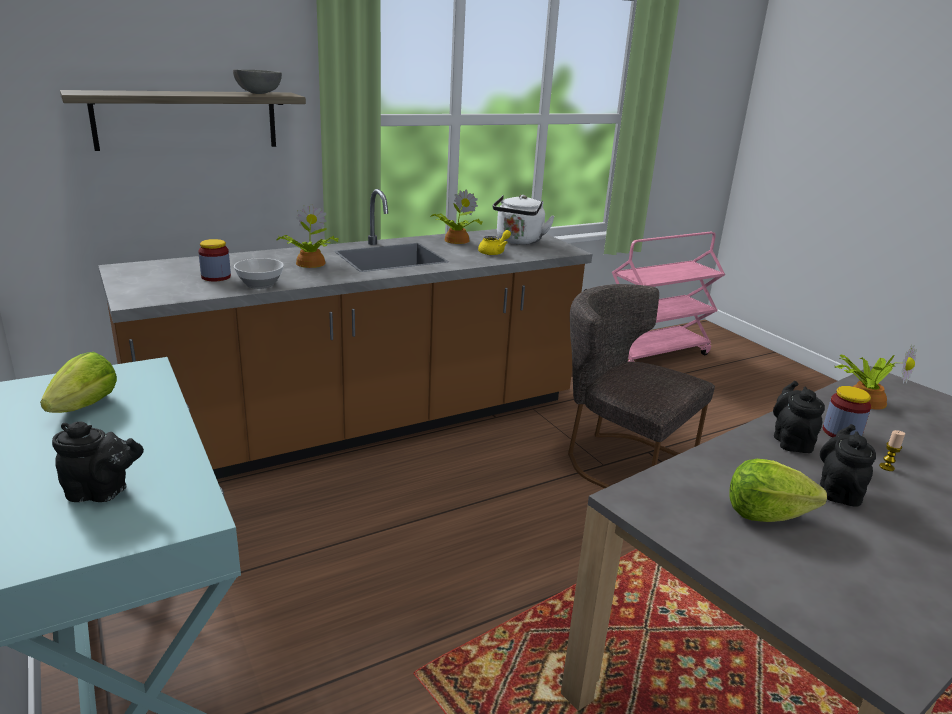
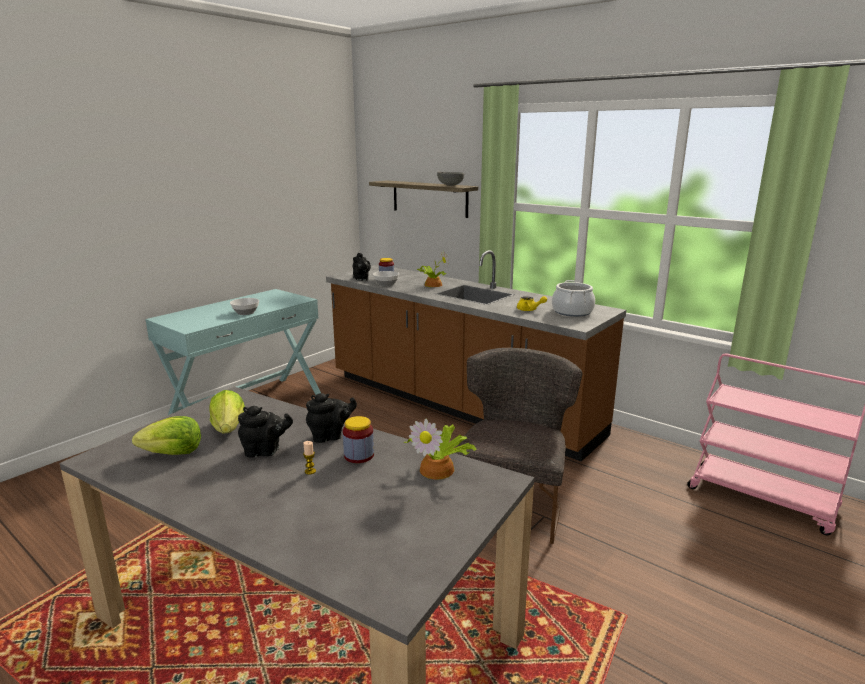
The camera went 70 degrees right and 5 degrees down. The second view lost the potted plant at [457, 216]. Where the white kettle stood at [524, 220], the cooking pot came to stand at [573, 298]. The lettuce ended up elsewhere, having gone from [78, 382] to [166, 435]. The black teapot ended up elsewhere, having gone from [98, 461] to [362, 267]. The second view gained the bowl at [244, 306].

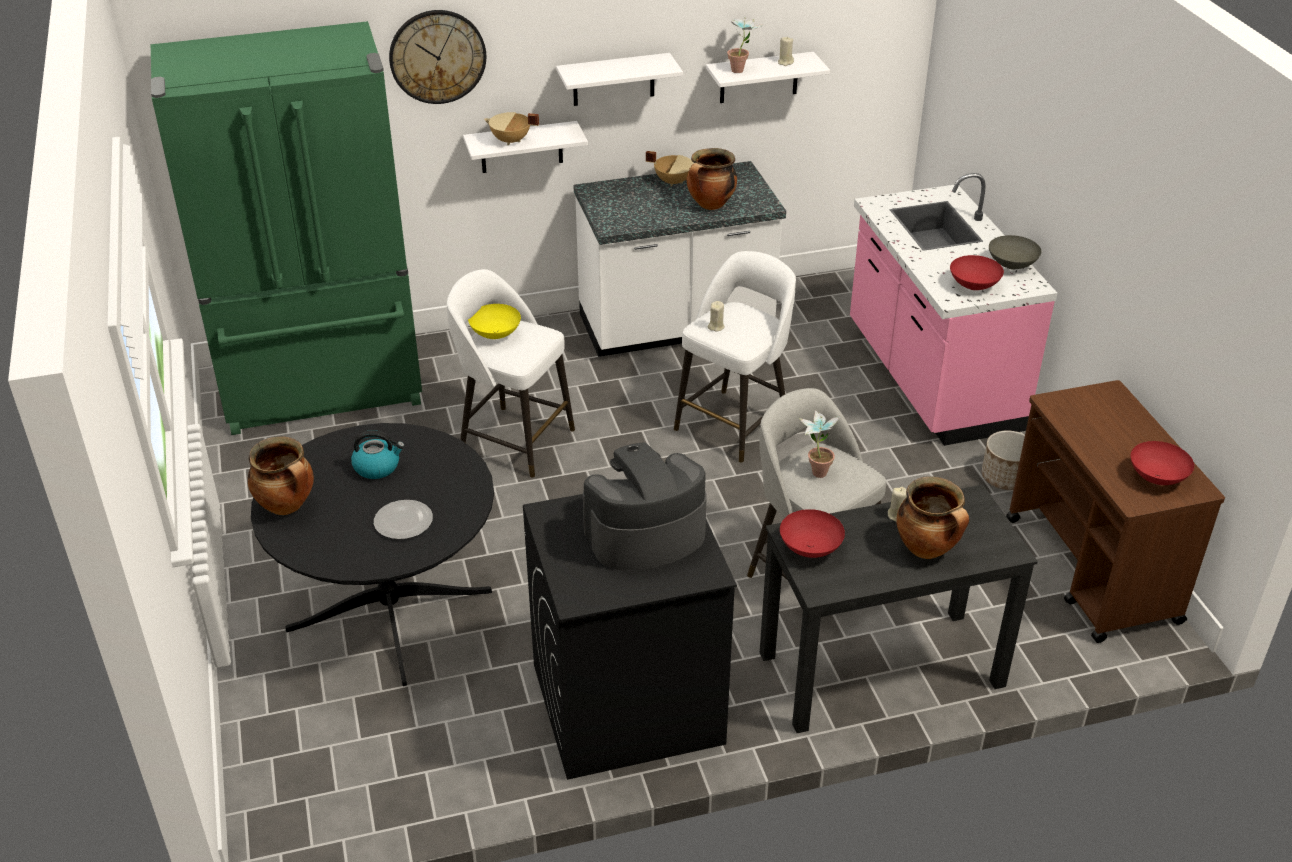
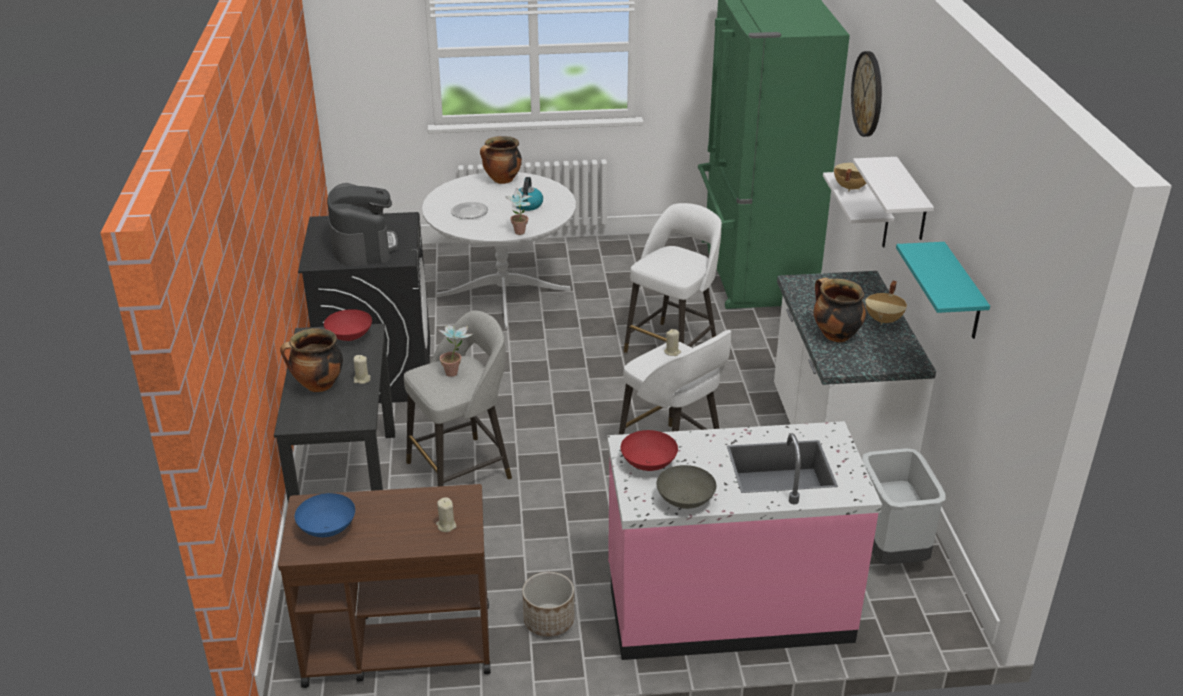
The camera went 100 degrees right and 5 degrees down. The potted plant ended up elsewhere, having gone from [745, 45] to [519, 211]. The beige candle ended up elsewhere, having gone from [786, 51] to [446, 514]. What was the white shelf at [768, 77] turned into the turquoise shelf at [943, 290]. The second view lost the yellow bowl at [494, 321]. What was the black dining table at [372, 554] turned into the white dining table at [499, 250]. What was the red bowl at [1162, 463] turned into the blue bowl at [325, 515]. The second view gained the grey trash can at [904, 506].

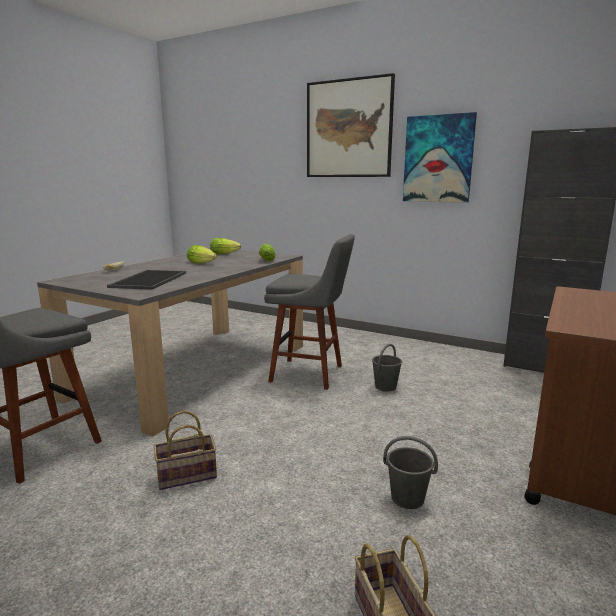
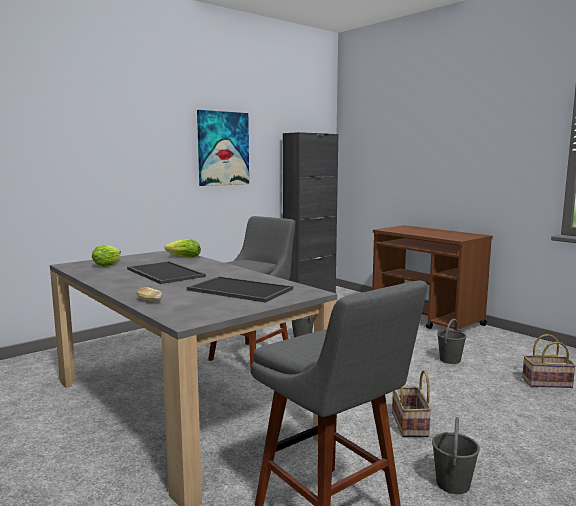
The camera went 70 degrees left and 5 degrees down. The second view lost the picture at [351, 125]. Where the lettuce stood at [202, 254], the tray came to stand at [166, 272]. The second view gained the grey bucket at [456, 455].

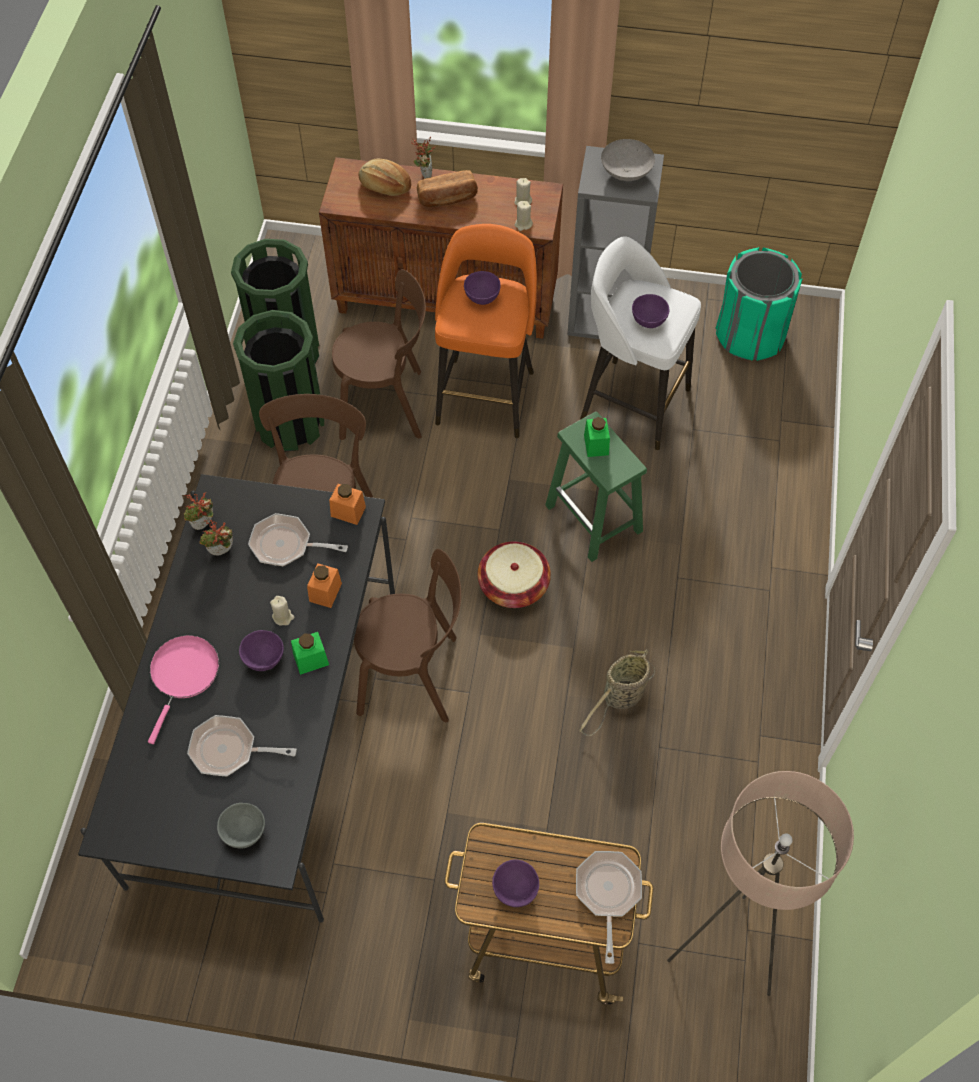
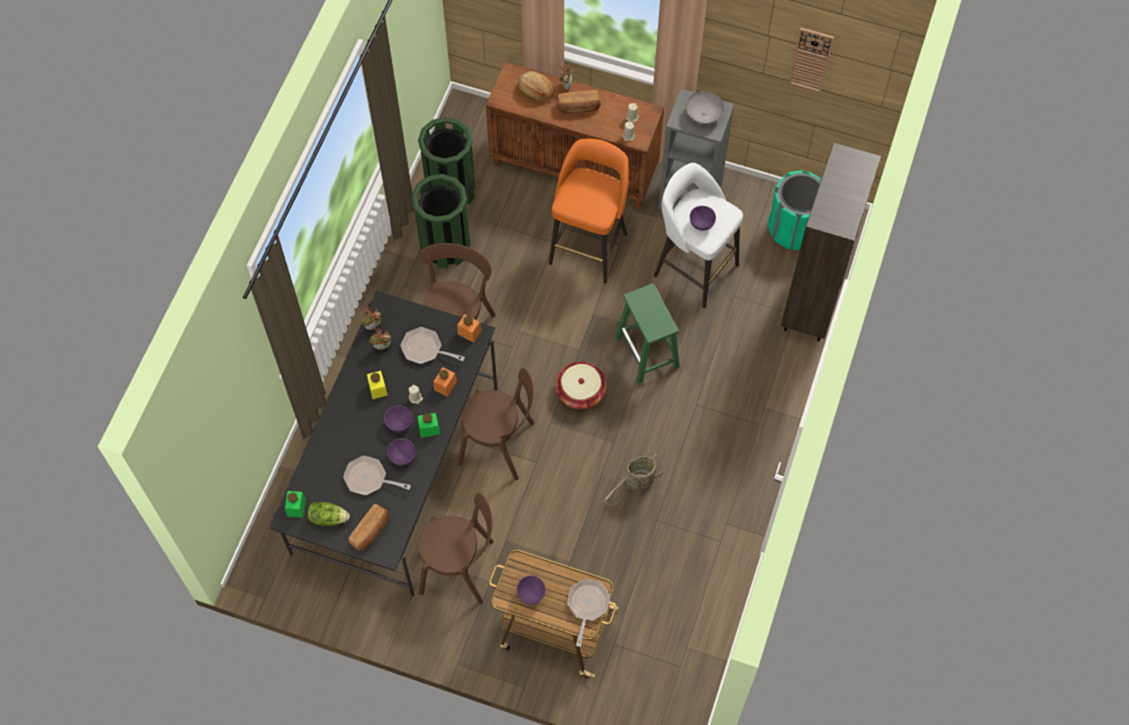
The camera went 10 degrees right and 5 degrees up. The brown chair ended up elsewhere, having gone from [379, 354] to [456, 548]. The purple bowl ended up elsewhere, having gone from [482, 288] to [401, 452]. The green jar ended up elsewhere, having gone from [597, 437] to [295, 504]. The second view lost the pink frying pan at [183, 689]. The second view lost the beige floor lamp at [760, 883]. Where the grey bowl stood at [241, 825], the bread came to stand at [369, 527]. The second view gained the wall clock at [811, 60]. The second view gained the brown bookcase at [831, 242]. The second view gained the yellow jar at [377, 385]. The second view gained the lettuce at [329, 514].

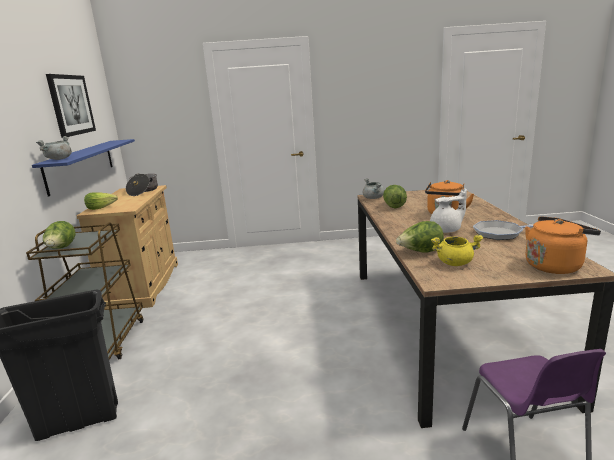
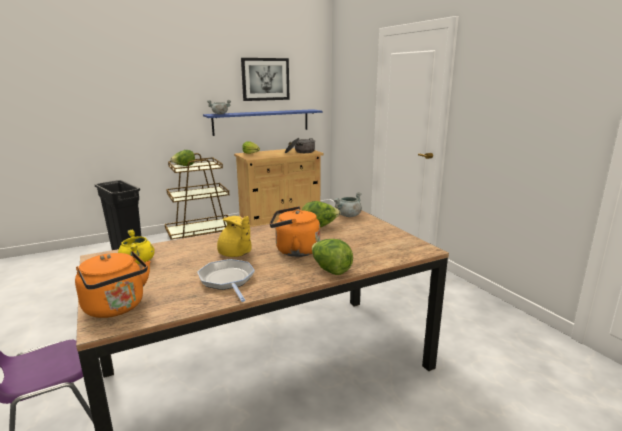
The camera went 65 degrees right and 0 degrees up. What was the white teapot at [448, 210] turned into the yellow teapot at [234, 236]. The lettuce ended up elsewhere, having gone from [420, 237] to [332, 257].

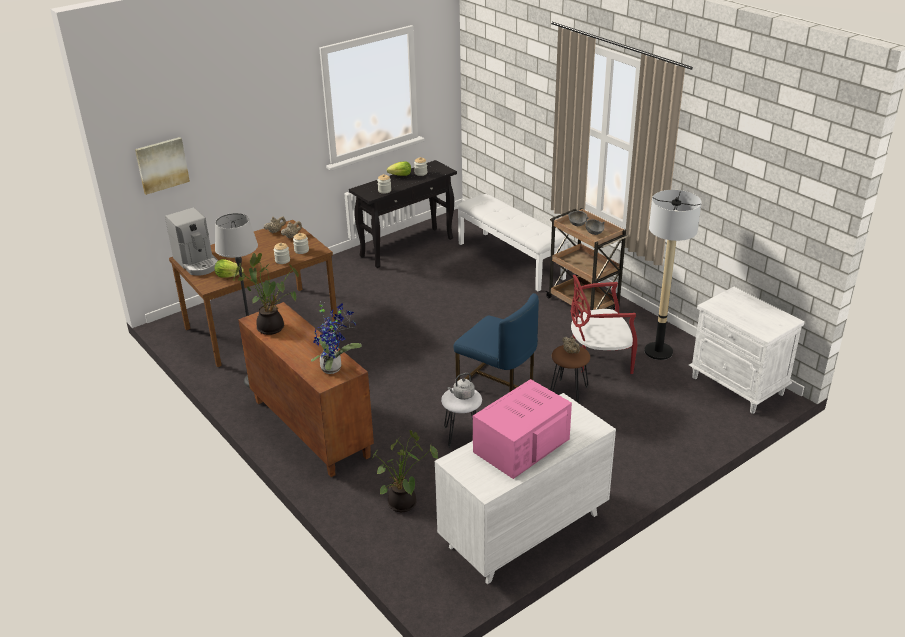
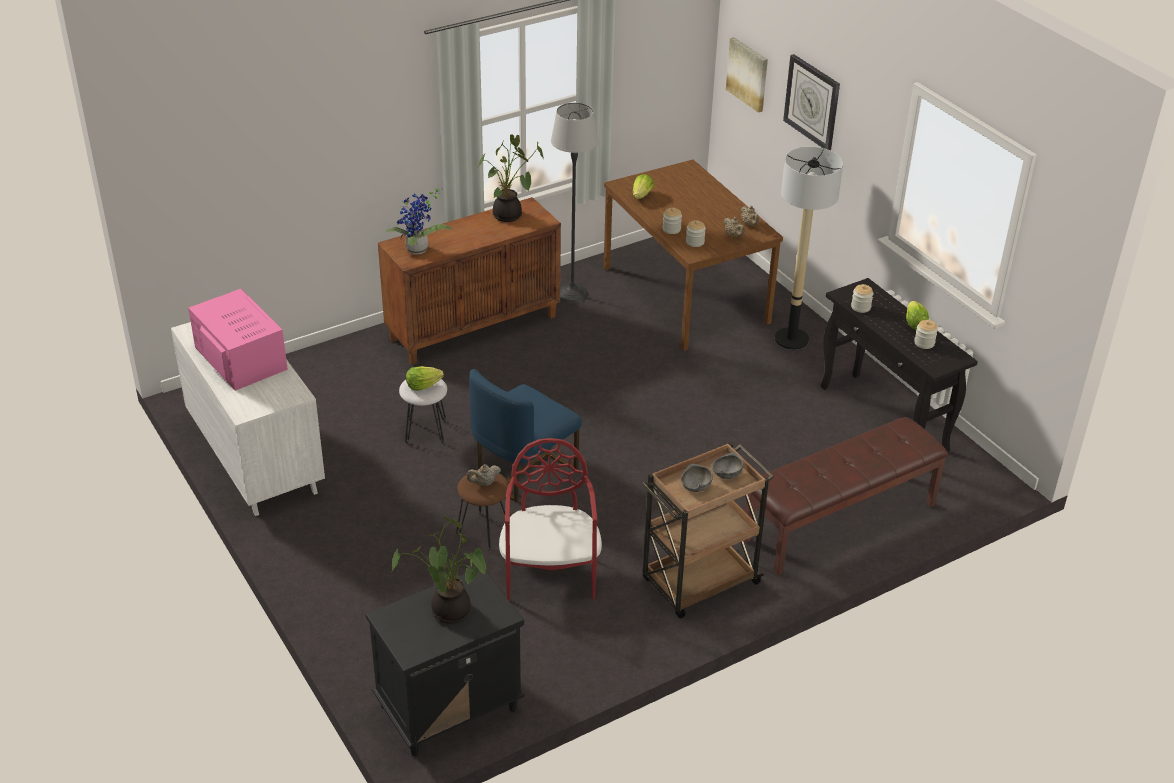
The camera went 95 degrees right and 5 degrees up. The floor lamp ended up elsewhere, having gone from [673, 275] to [809, 248]. What was the white bench at [513, 242] turned into the brown bench at [846, 496]. The second view lost the coffee machine at [192, 241]. What was the white nightstand at [746, 350] turned into the black nightstand at [445, 663]. Where the grey kettle stood at [461, 386], the lettuce came to stand at [425, 378]. The potted plant ended up elsewhere, having gone from [404, 471] to [439, 570]. The second view gained the wall clock at [811, 102].

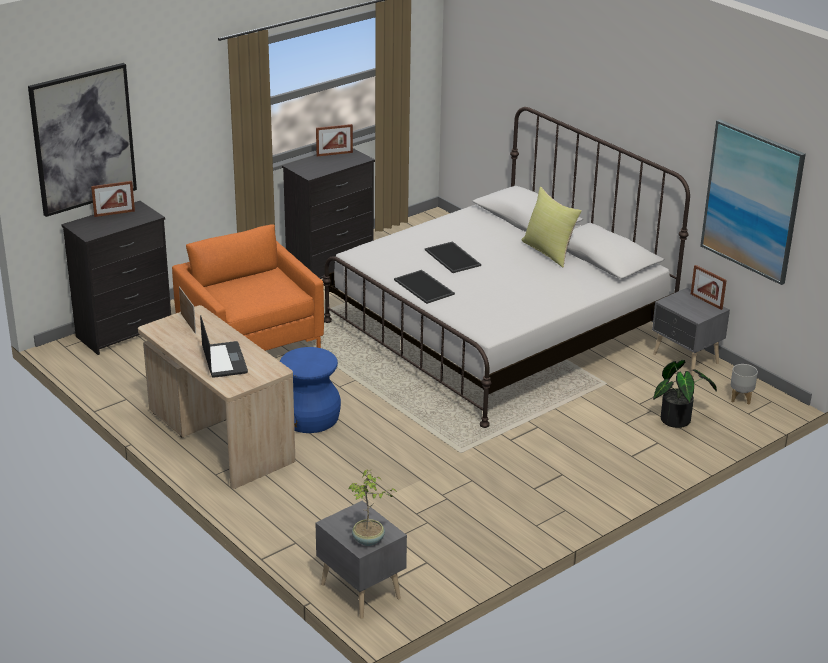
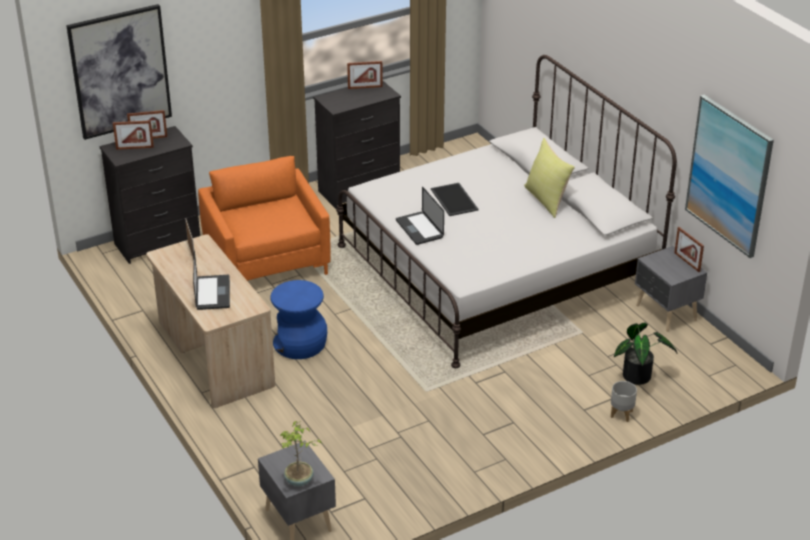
The camera went 10 degrees right and 5 degrees up. Where the tray stood at [424, 287], the laptop came to stand at [420, 216]. The grey planter ended up elsewhere, having gone from [744, 384] to [624, 401]. The second view gained the picture frame at [133, 135].

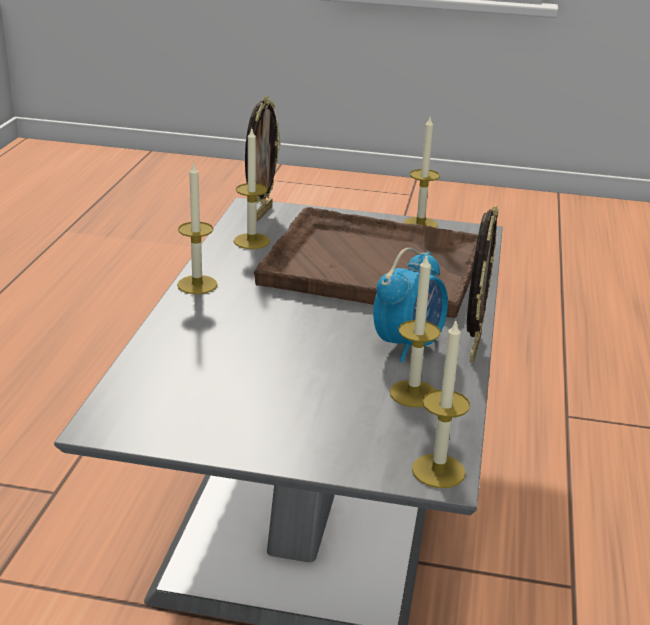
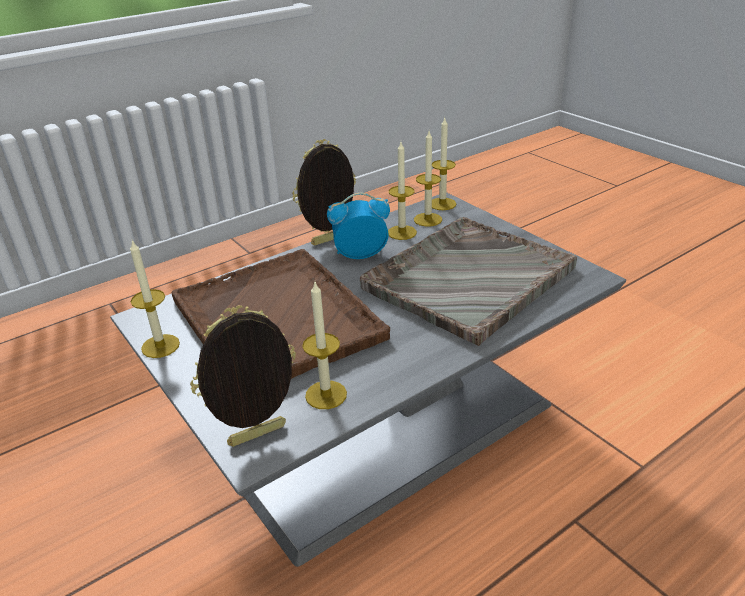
The camera went 135 degrees left and 5 degrees up. The candle ended up elsewhere, having gone from [197, 227] to [428, 178]. The second view gained the grey tray at [468, 281].

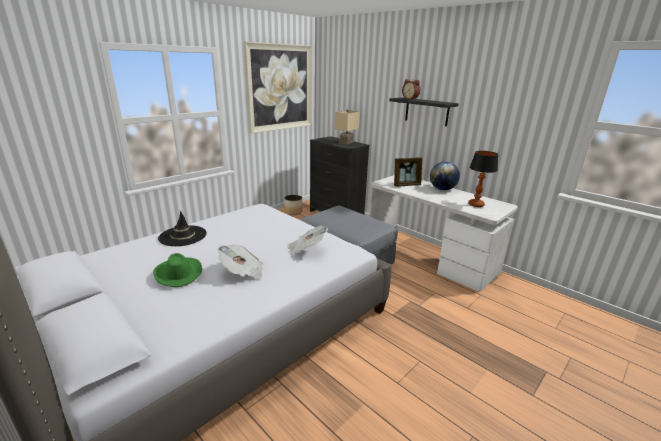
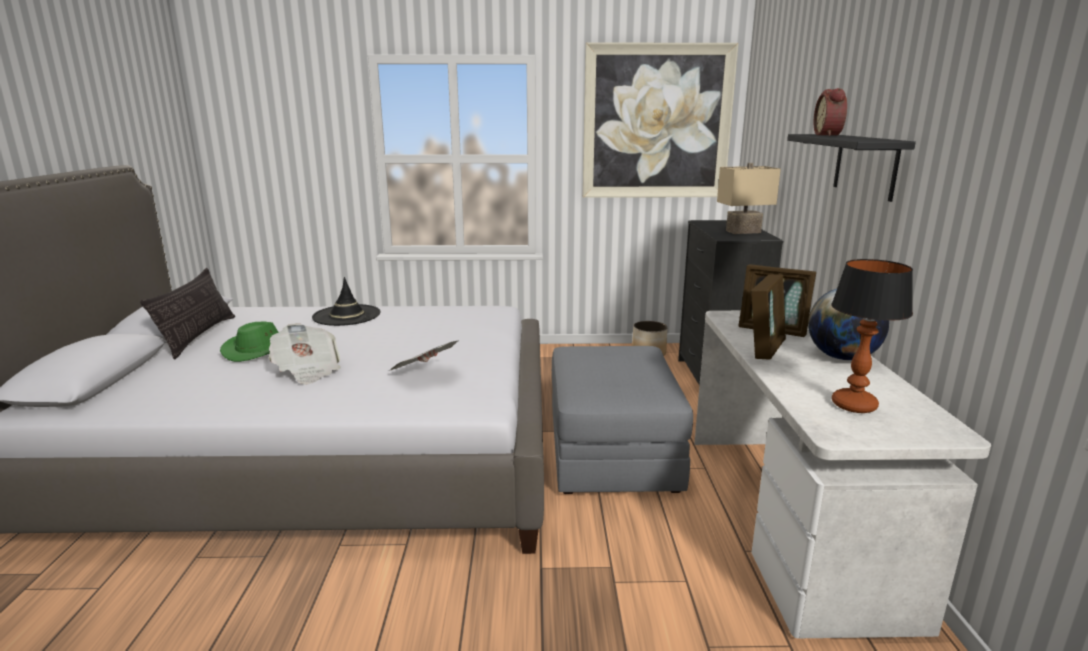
The camera went 45 degrees right and 5 degrees down. The second view gained the pillow at [187, 313]. The second view gained the picture frame at [768, 317].

